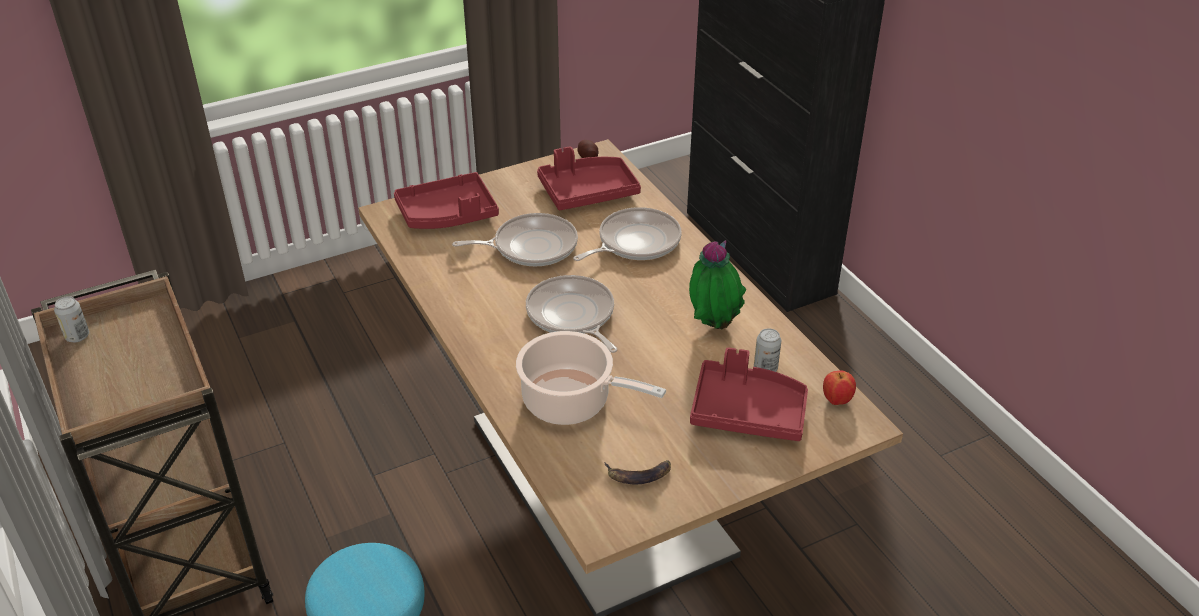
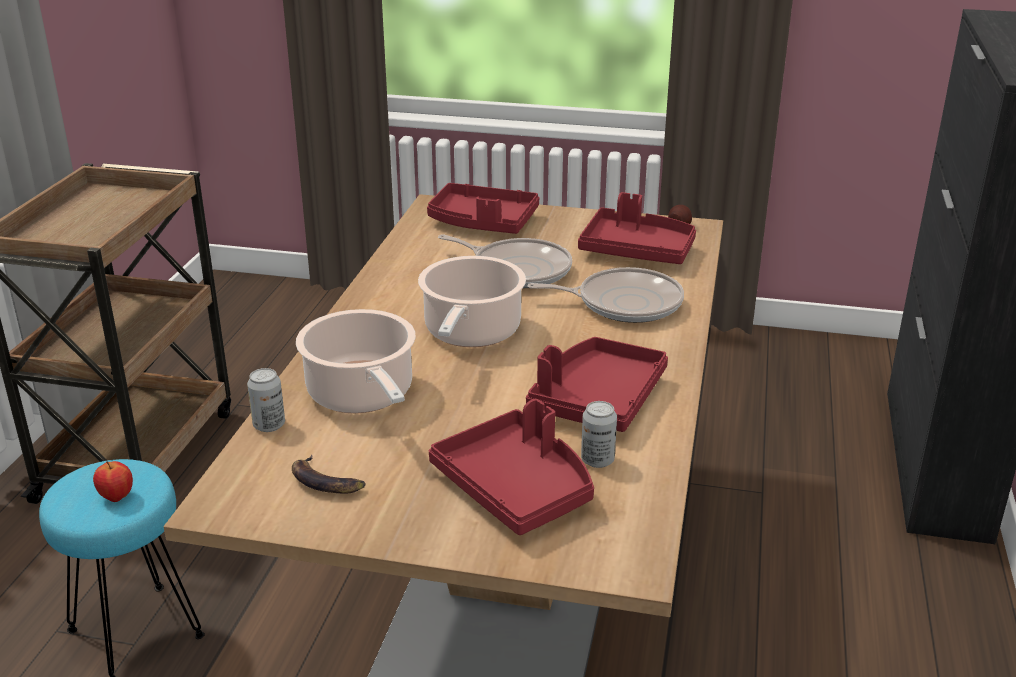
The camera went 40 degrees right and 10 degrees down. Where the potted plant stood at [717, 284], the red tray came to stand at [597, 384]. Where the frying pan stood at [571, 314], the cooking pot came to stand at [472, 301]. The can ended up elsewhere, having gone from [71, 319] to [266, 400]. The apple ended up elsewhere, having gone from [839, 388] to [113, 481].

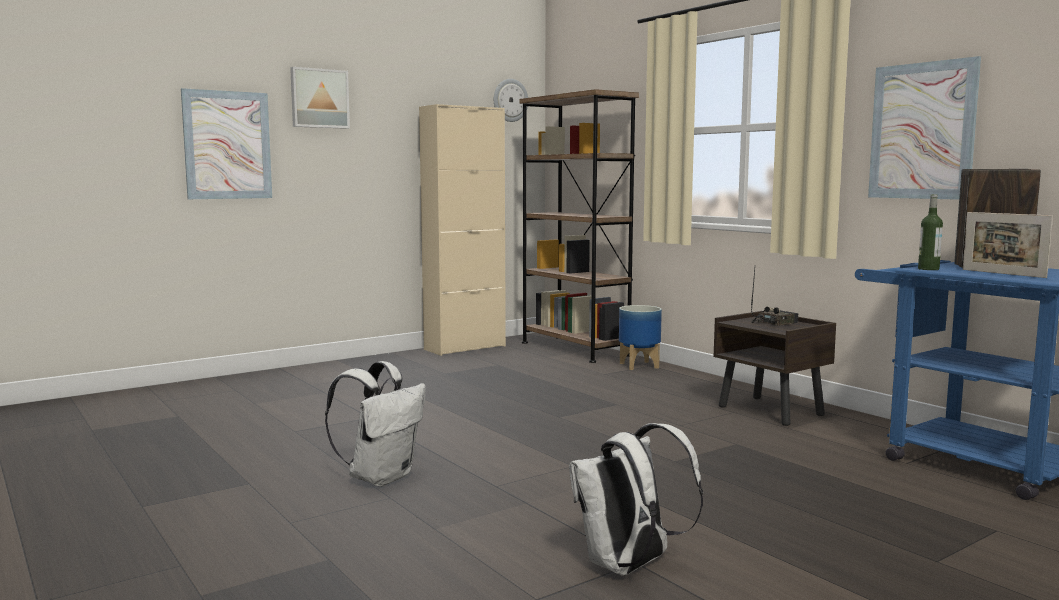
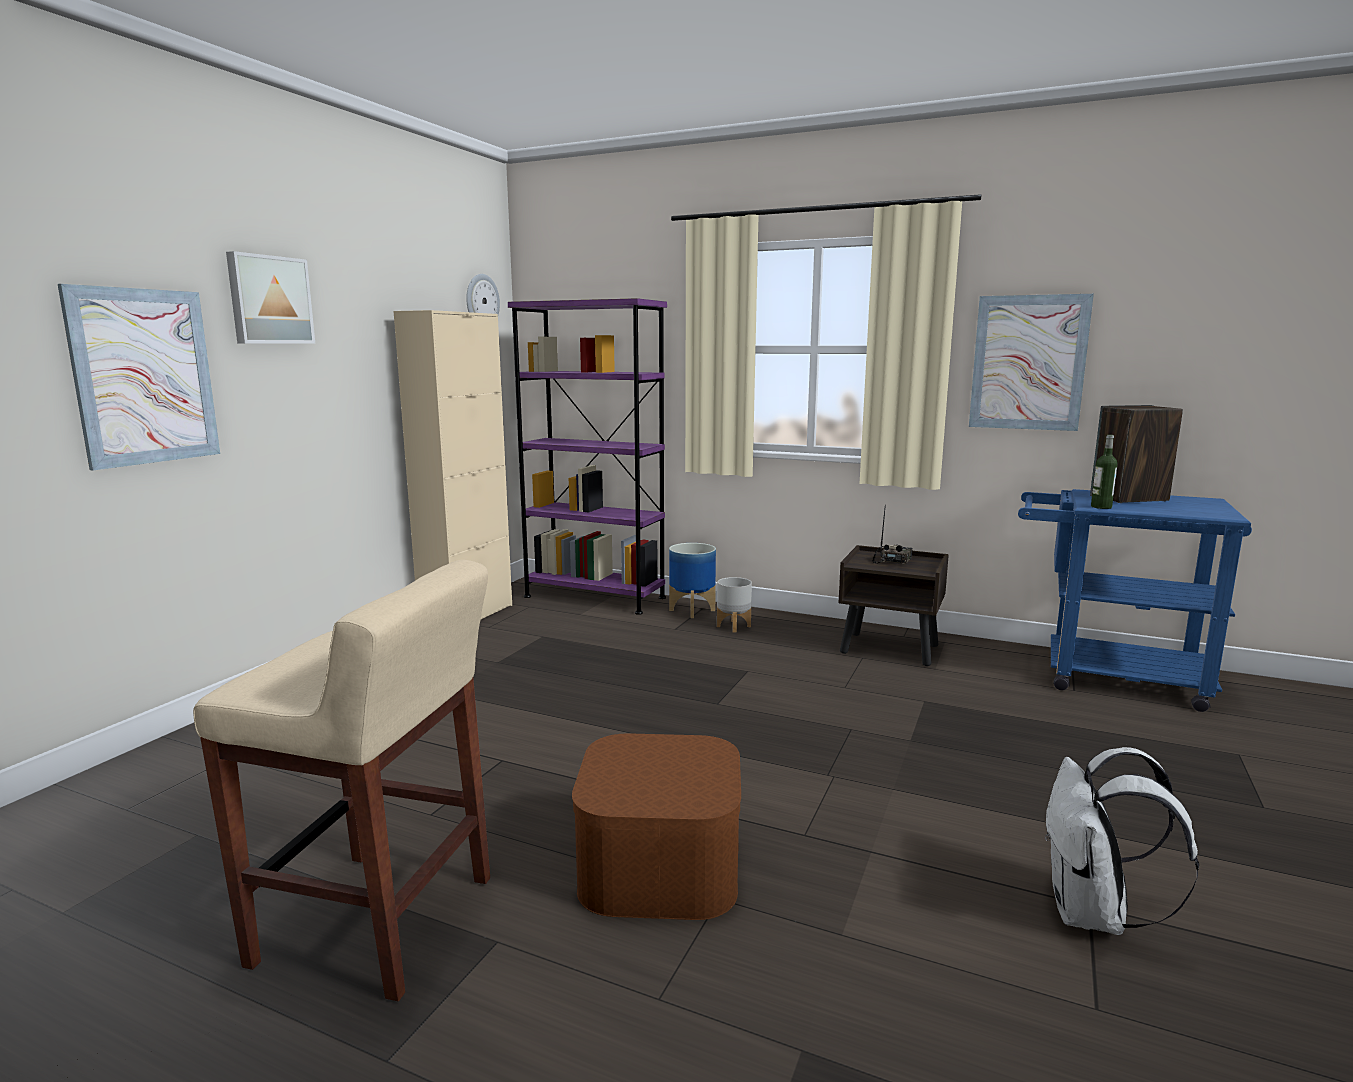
The camera went 30 degrees left and 5 degrees up. What was the brown bookcase at [579, 226] turned into the purple bookcase at [587, 456]. The second view lost the picture frame at [1008, 245]. Where the white backpack stood at [375, 424], the brown storage box came to stand at [656, 826]. The second view gained the beige stool at [341, 780]. The second view gained the grey planter at [734, 604].

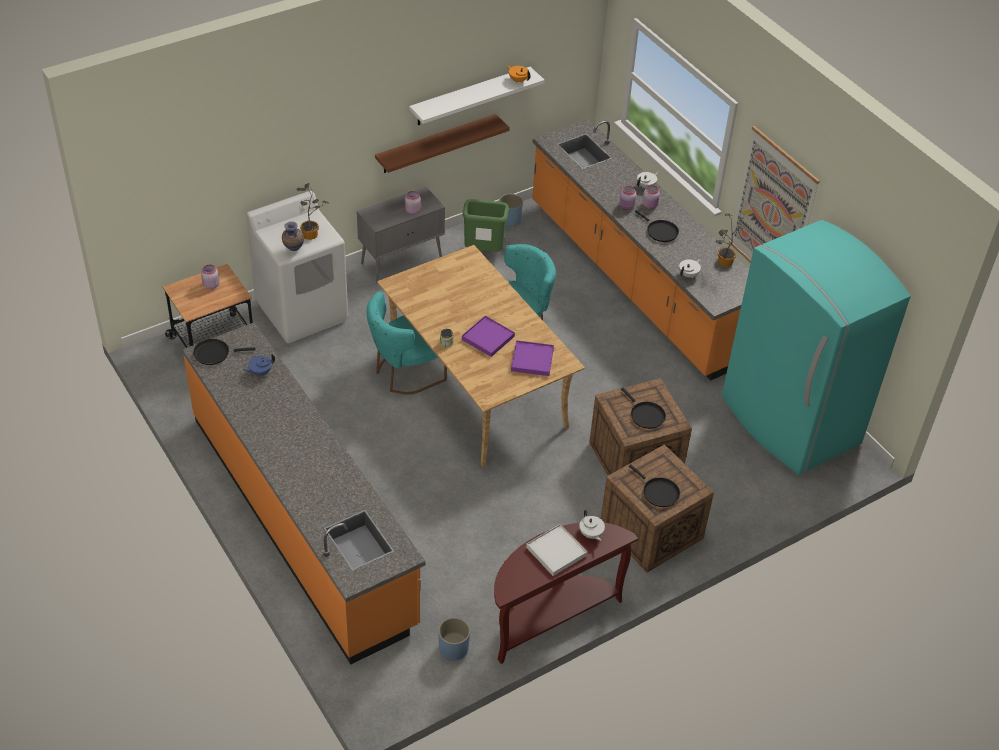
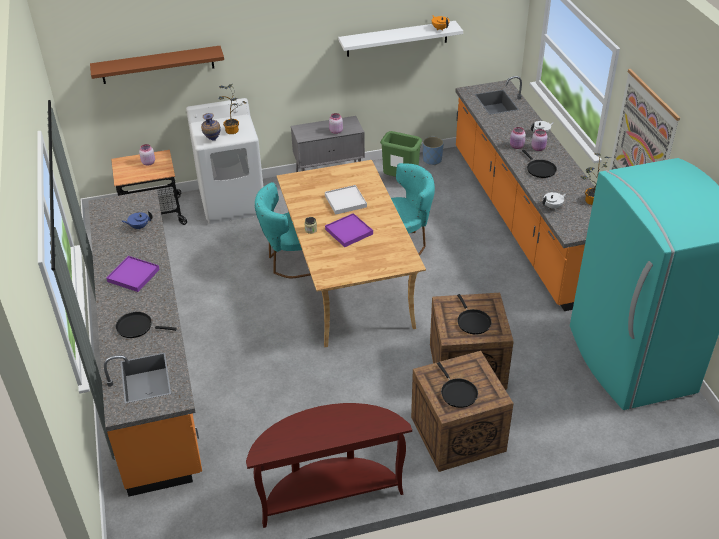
The camera went 20 degrees right and 5 degrees down. The brown shelf ended up elsewhere, having gone from [442, 143] to [157, 65]. The black frying pan ended up elsewhere, having gone from [224, 352] to [146, 325]. The purple tray ended up elsewhere, having gone from [532, 358] to [133, 274]. The second view lost the white teapot at [592, 525]. The white tray ended up elsewhere, having gone from [556, 550] to [346, 200]. The second view lost the blue planter at [454, 639].

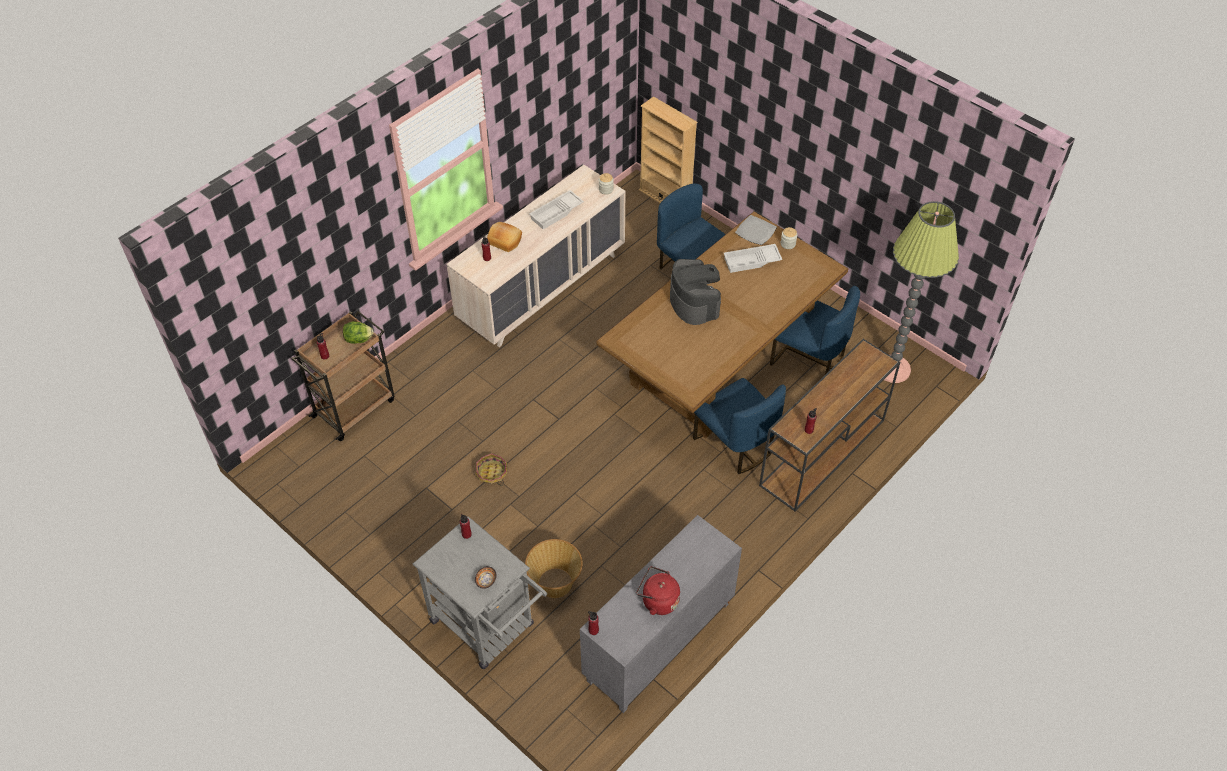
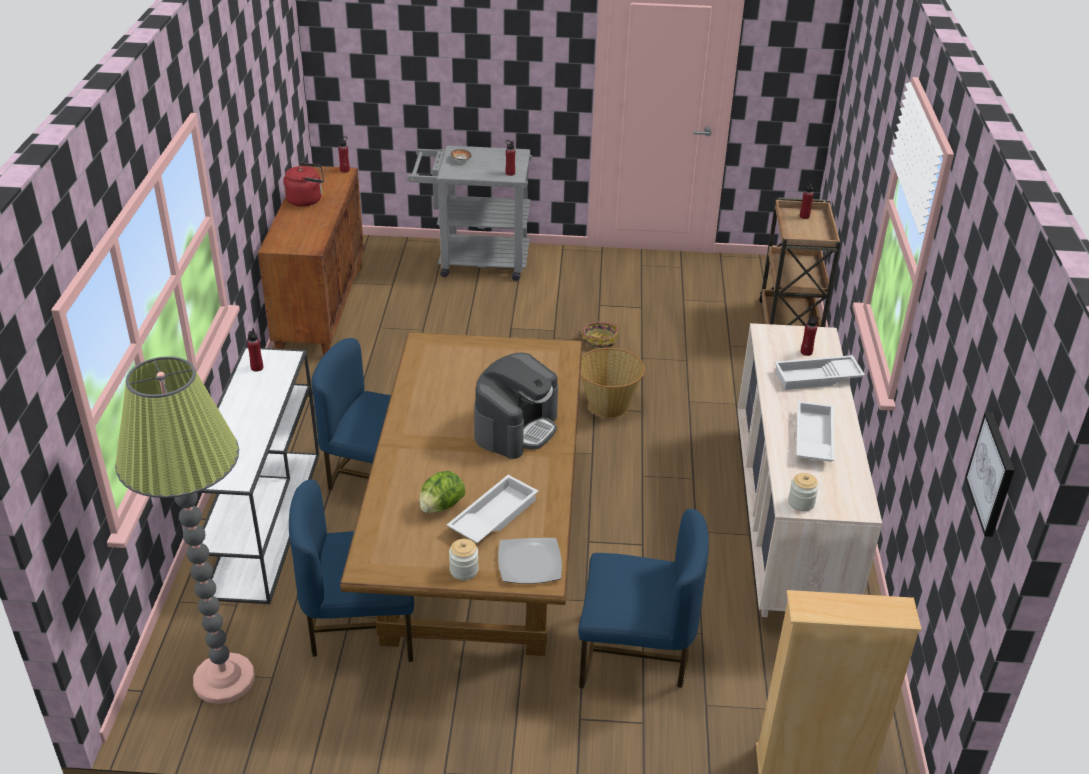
The camera went 140 degrees right and 15 degrees down. Where the bread stood at [504, 237], the white tray came to stand at [819, 372]. The coffee machine at [695, 292] ended up facing another way, 90 degrees counterclockwise from before. The lettuce ended up elsewhere, having gone from [358, 332] to [442, 492]. What was the brown console table at [830, 425] turned into the white console table at [258, 475]. What was the grey cabinet at [661, 614] turned into the brown cabinet at [311, 261]. The basket ended up elsewhere, having gone from [554, 568] to [612, 383]. The second view gained the picture at [990, 474].

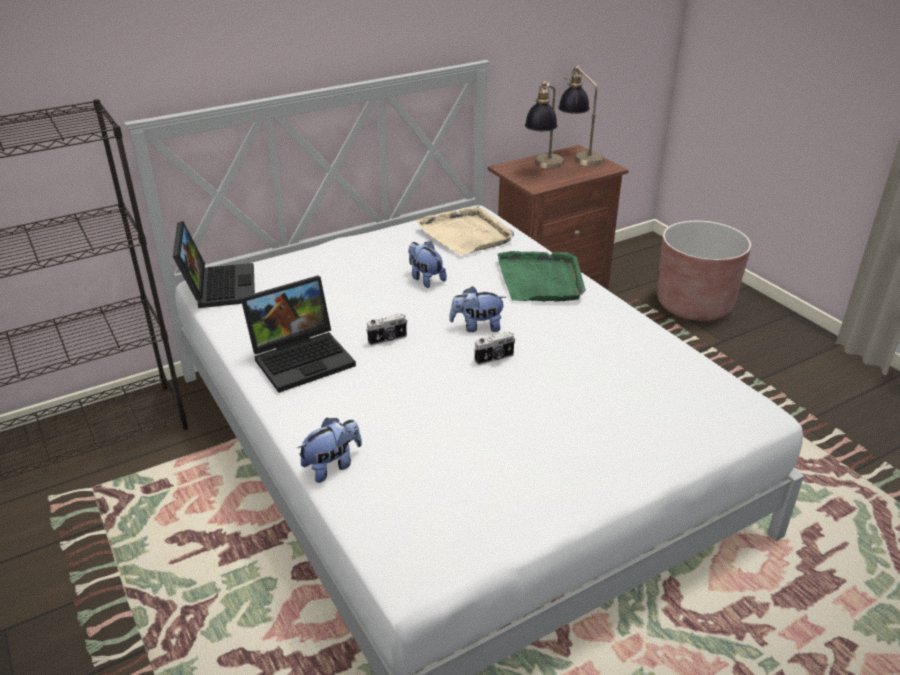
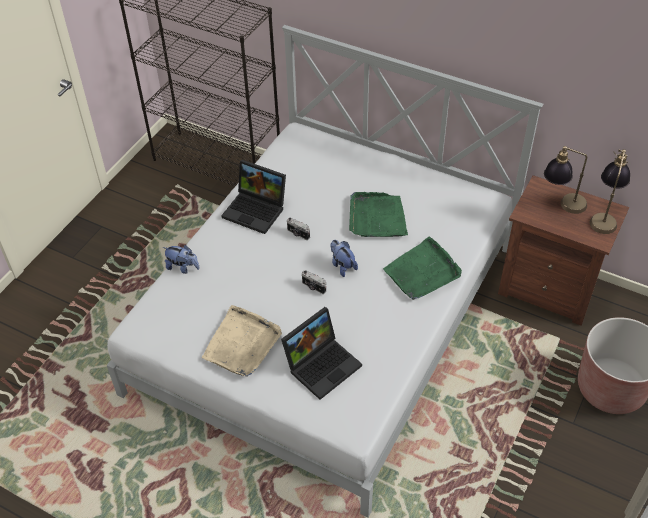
The camera went 60 degrees right and 15 degrees up. The beige tray ended up elsewhere, having gone from [465, 230] to [242, 341]. The laptop ended up elsewhere, having gone from [214, 264] to [321, 353]. Where the plush toy stood at [427, 264], the green tray came to stand at [378, 214].

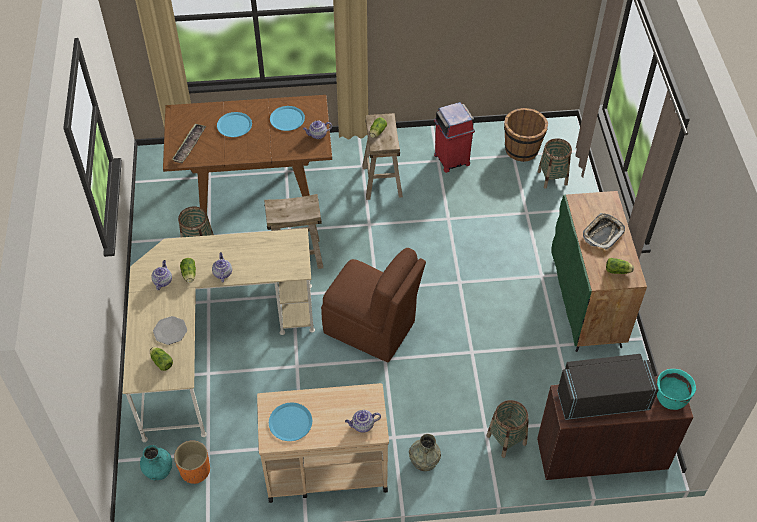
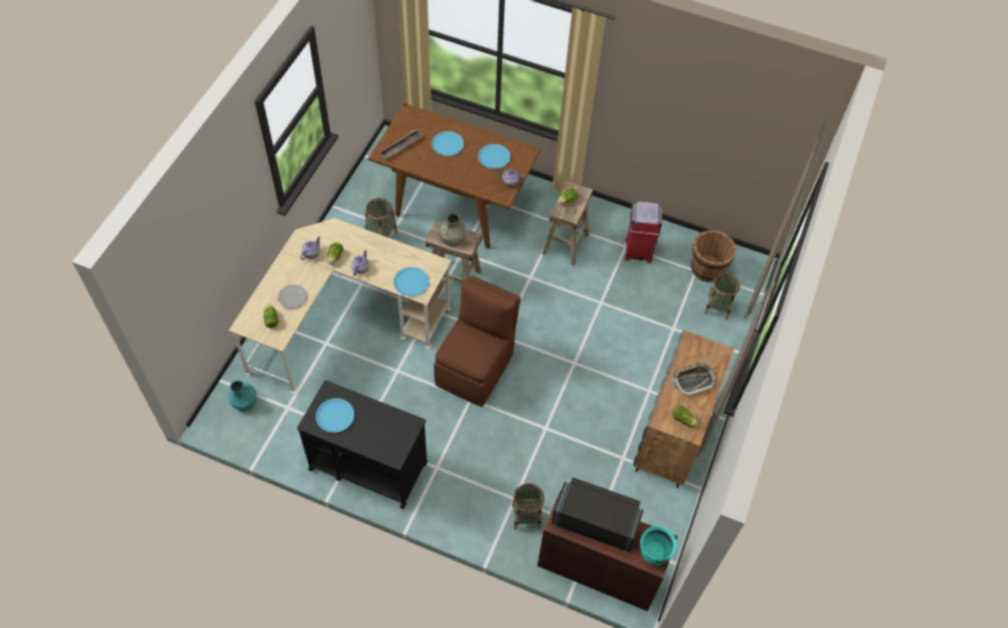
The camera went 25 degrees right and 5 degrees up. What was the green cabinet at [599, 271] turned into the grey cabinet at [683, 409]. The brown chair at [373, 305] ended up facing another way, 120 degrees counterclockwise from before. What was the beige cart at [323, 443] turned into the black cart at [362, 444]. The second view lost the teapot at [363, 421]. The grey vase ended up elsewhere, having gone from [425, 452] to [452, 229]. The second view lost the orange planter at [192, 462]. The second view gained the blue plate at [411, 281].

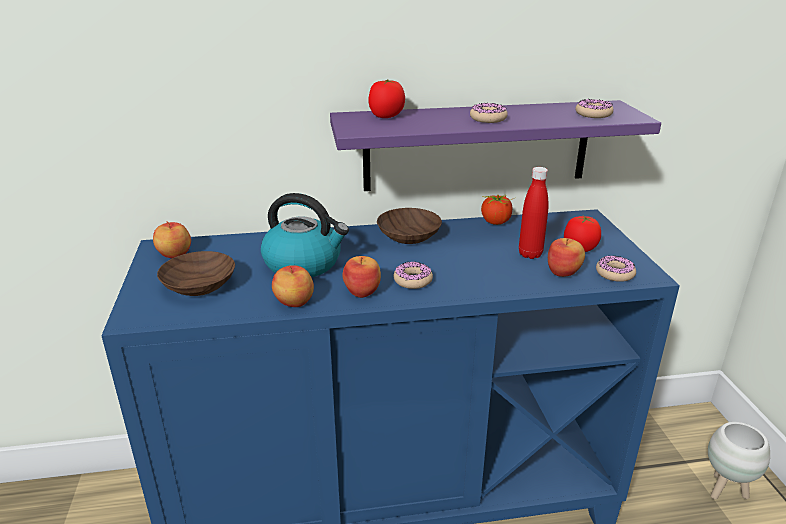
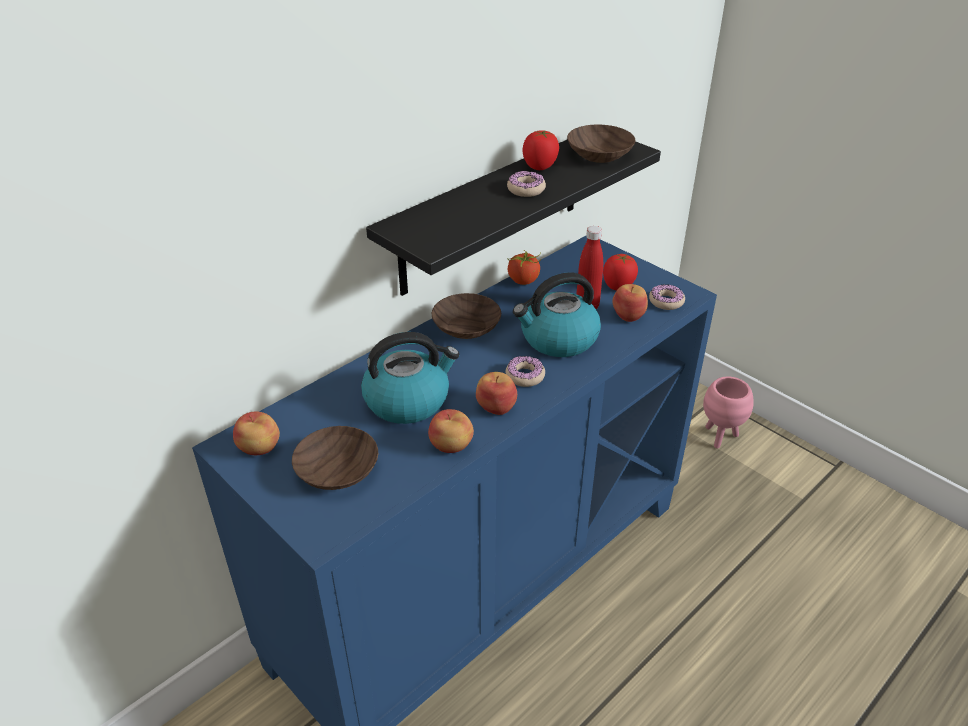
The camera went 35 degrees left and 10 degrees up. The tomato ended up elsewhere, having gone from [386, 98] to [541, 150]. Where the donut stood at [595, 108], the brown bowl came to stand at [601, 143]. What was the purple shelf at [495, 145] turned into the black shelf at [513, 217]. What was the white planter at [739, 461] turned into the pink planter at [728, 412]. The second view gained the kettle at [557, 314].

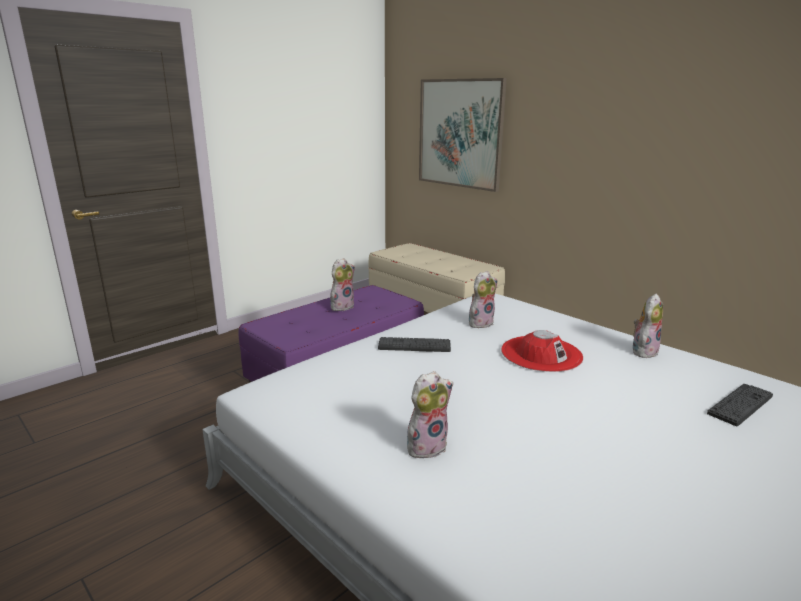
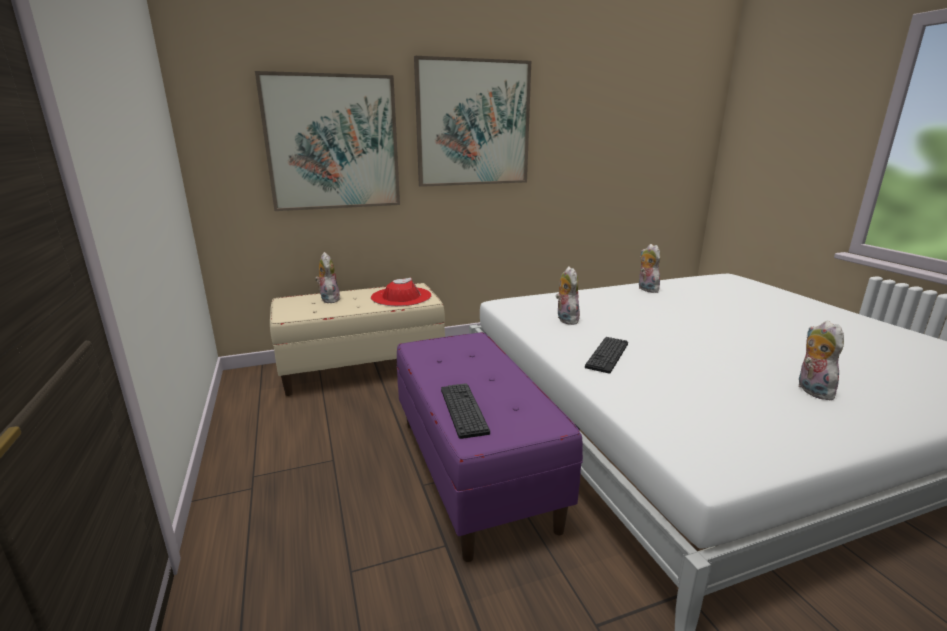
The camera went 65 degrees left and 0 degrees up. The plush toy ended up elsewhere, having gone from [342, 284] to [327, 277]. The red hat ended up elsewhere, having gone from [542, 351] to [401, 291]. The keyboard ended up elsewhere, having gone from [740, 405] to [465, 411]. The second view gained the picture at [472, 121].

